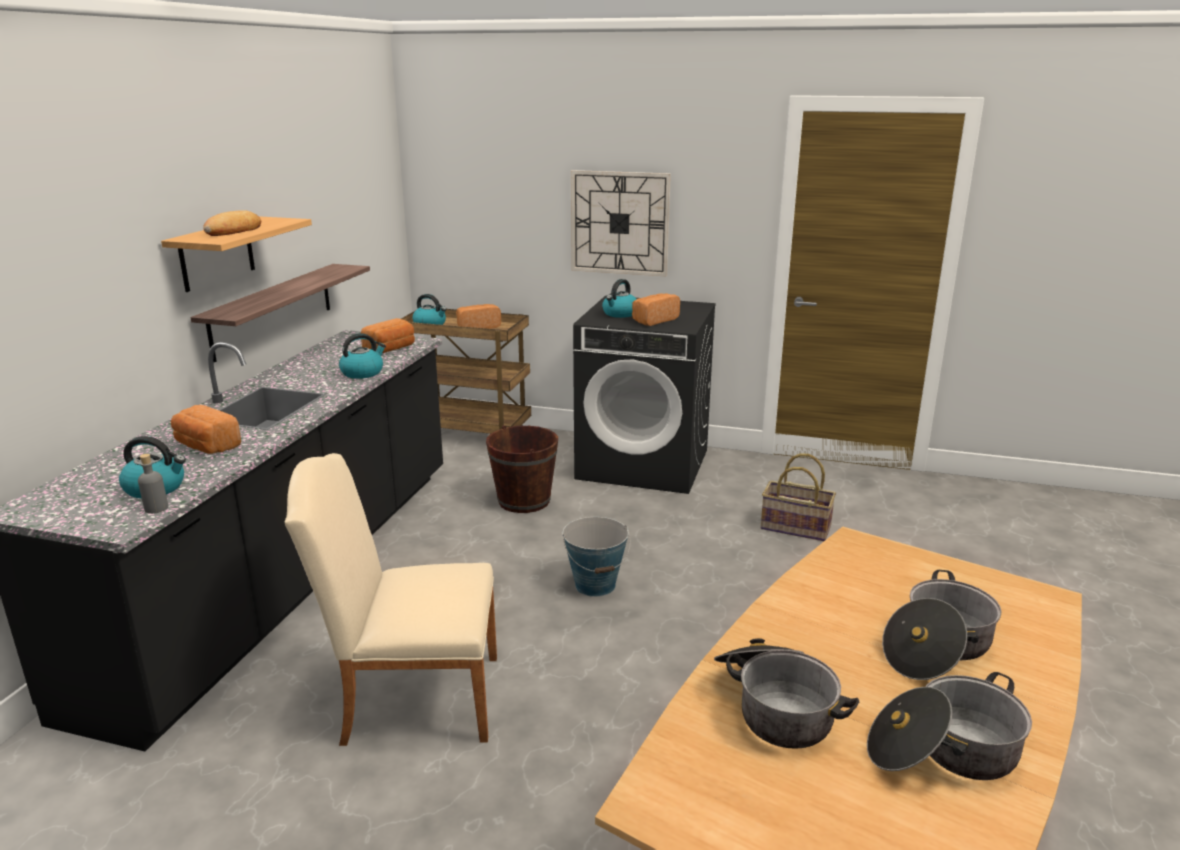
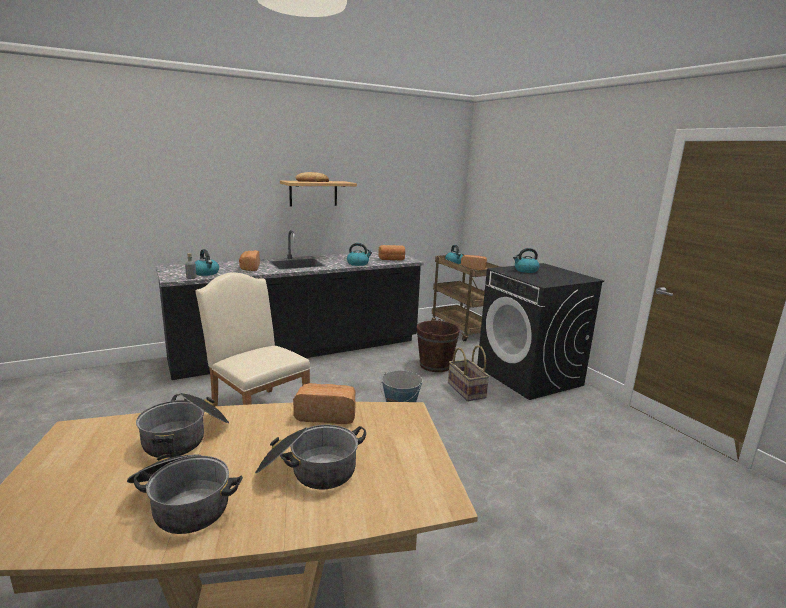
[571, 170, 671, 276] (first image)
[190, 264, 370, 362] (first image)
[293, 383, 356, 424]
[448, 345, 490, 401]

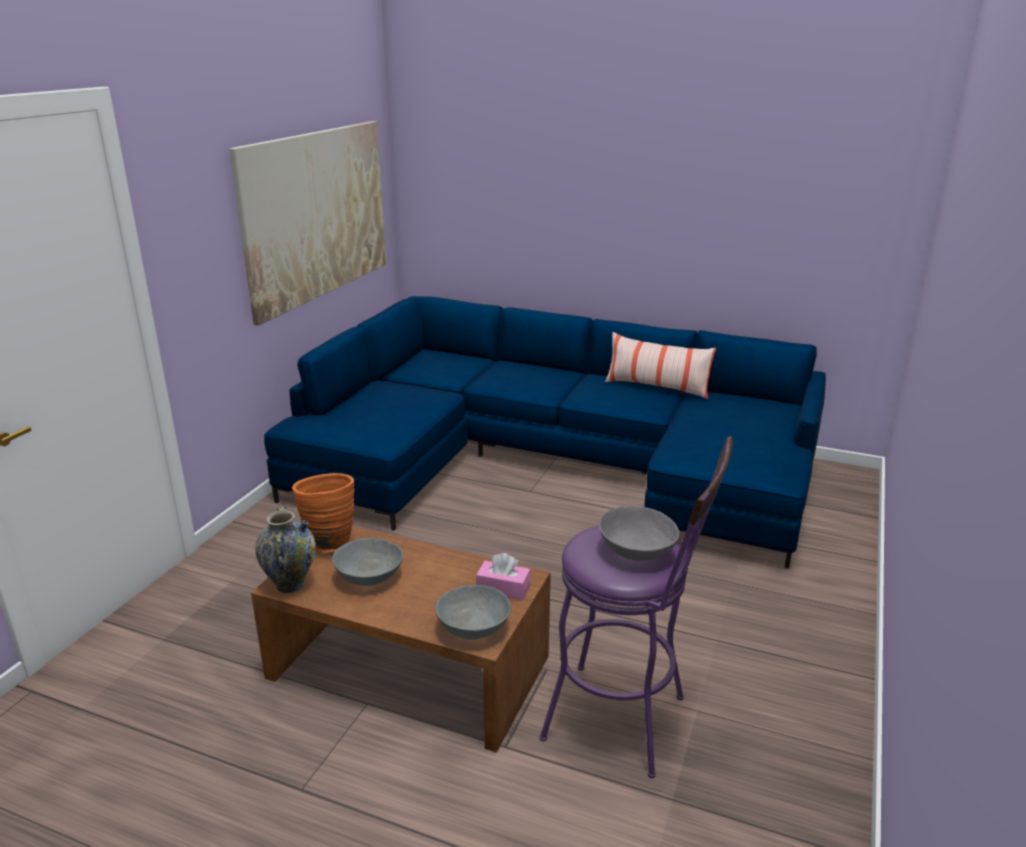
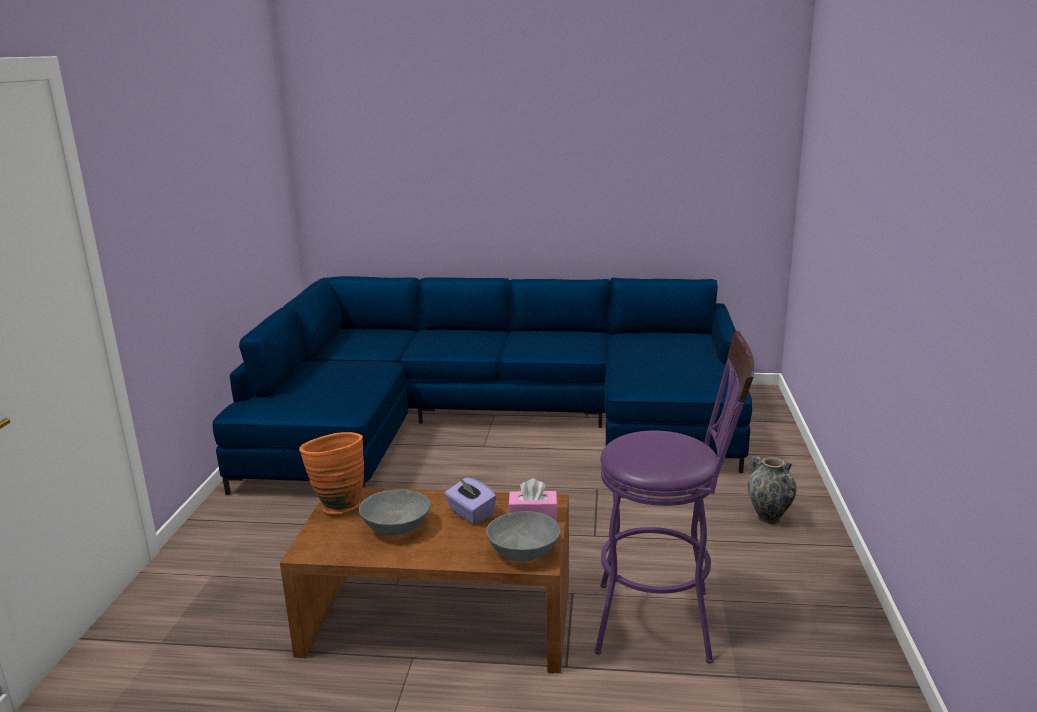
[229, 121, 386, 326] (first image)
[605, 332, 716, 399] (first image)
[748, 455, 797, 524]
[599, 506, 679, 561] (first image)
[444, 477, 497, 524]

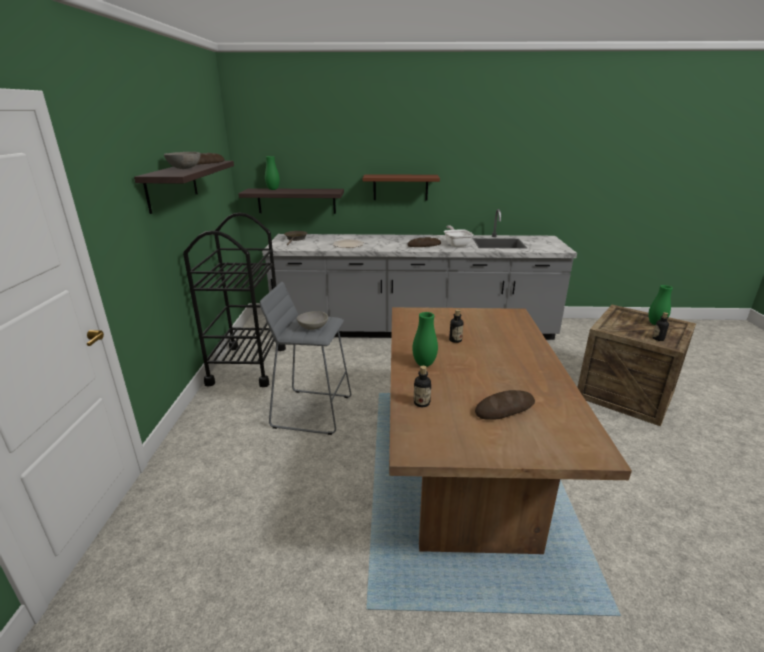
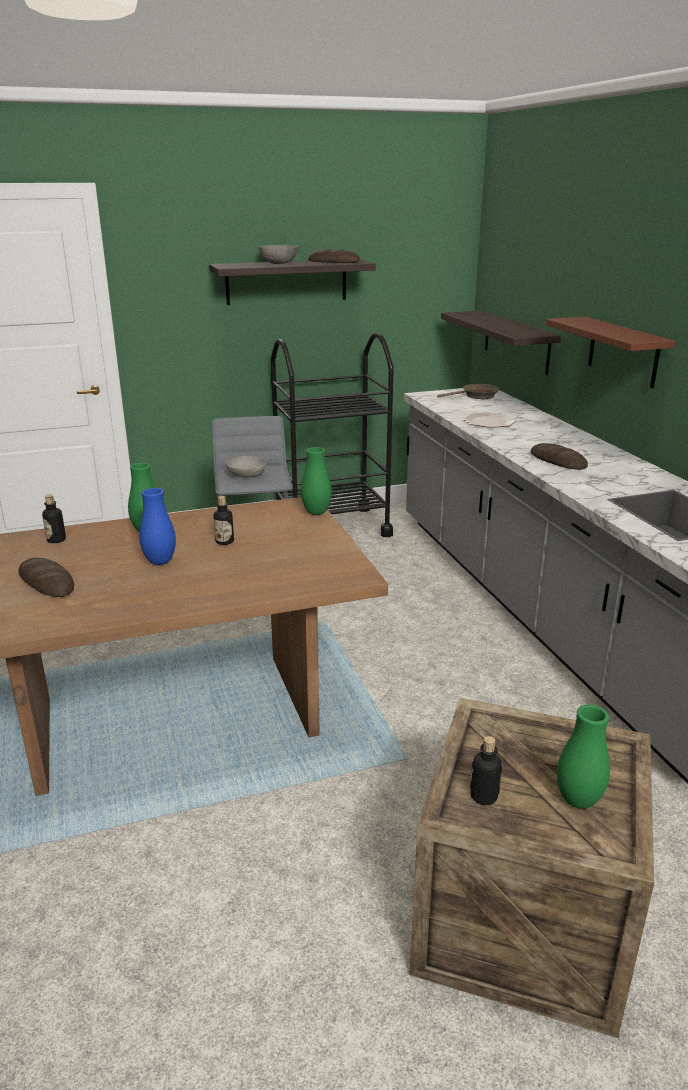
[301, 447, 332, 515]
[444, 225, 474, 247] (first image)
[139, 488, 176, 565]

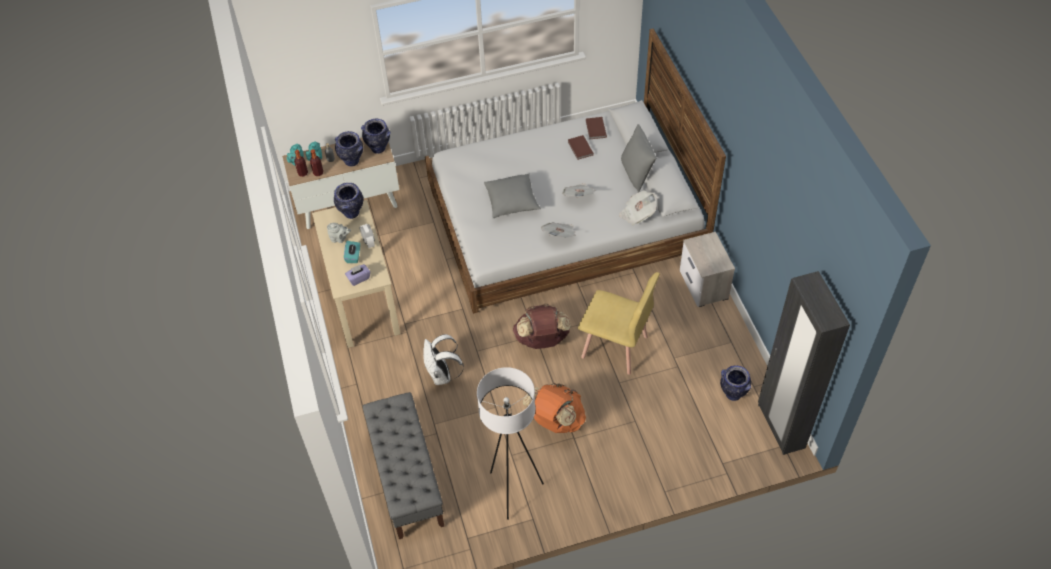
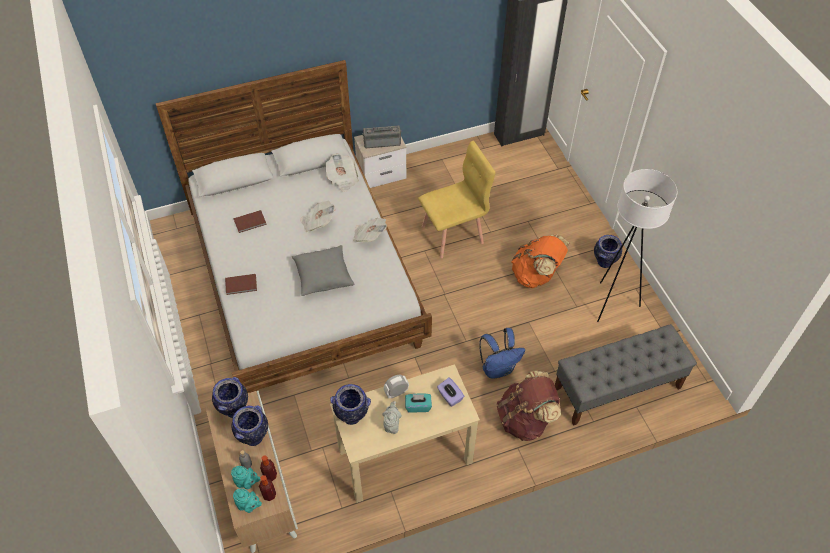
[225, 274, 257, 295]
[621, 124, 656, 193] (first image)
[418, 141, 495, 258]
[497, 370, 561, 441]
[479, 328, 525, 379]
[594, 235, 622, 268]
[362, 125, 401, 148]

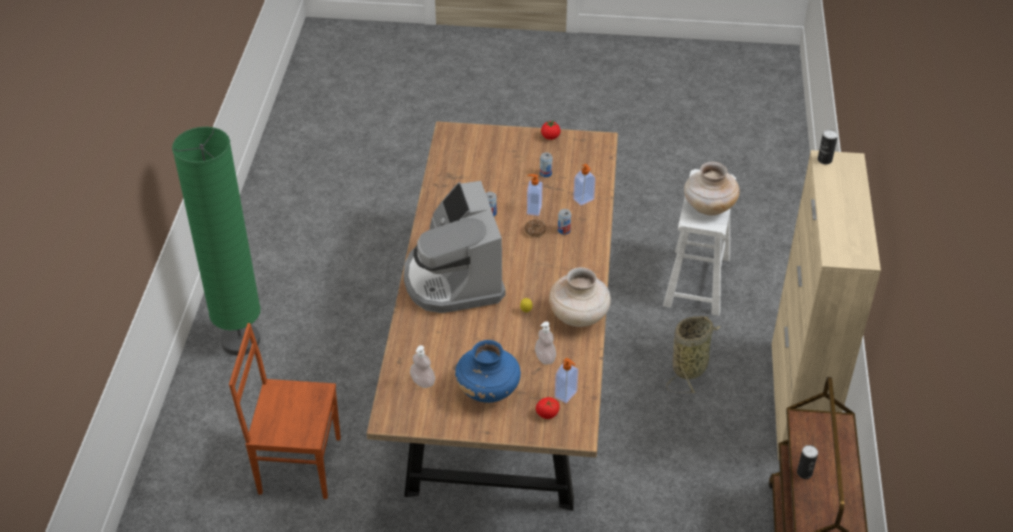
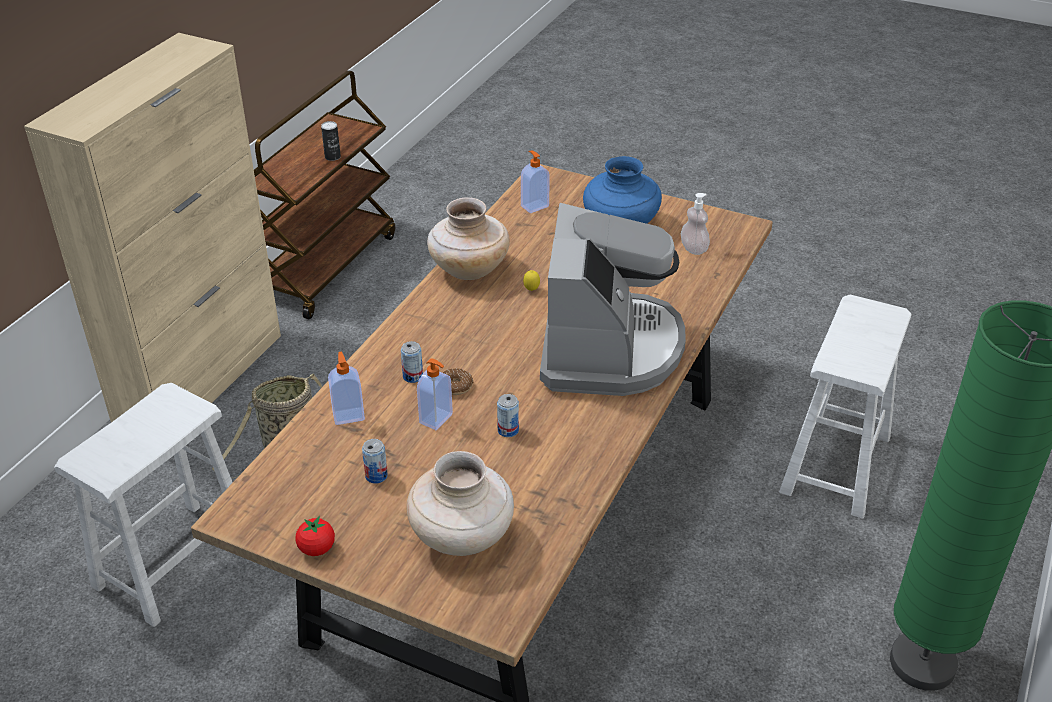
[818, 129, 838, 164] (first image)
[407, 451, 514, 556]
[535, 321, 556, 365] (first image)
[779, 294, 912, 519]
[536, 397, 560, 419] (first image)

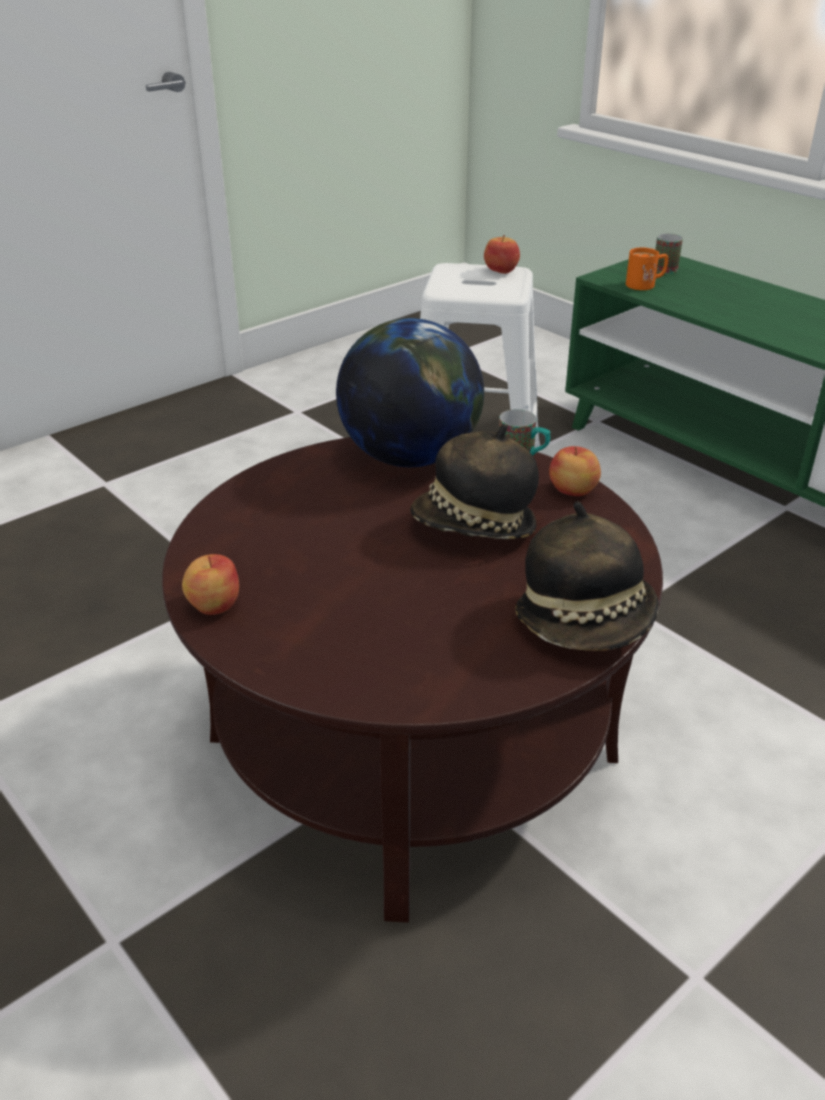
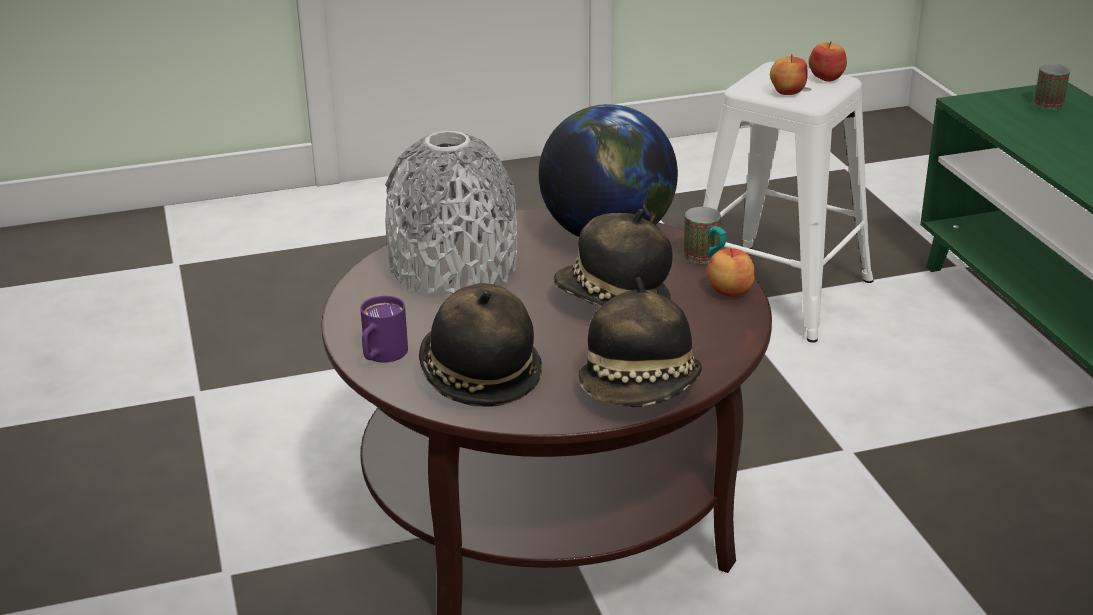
[626, 248, 668, 290] (first image)
[770, 54, 808, 95]
[385, 131, 518, 294]
[419, 283, 542, 406]
[360, 296, 408, 362]

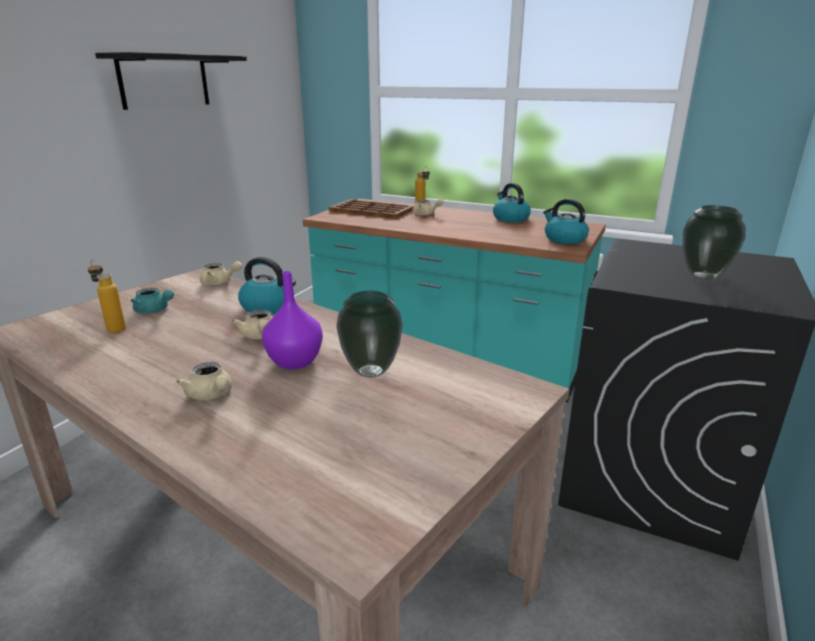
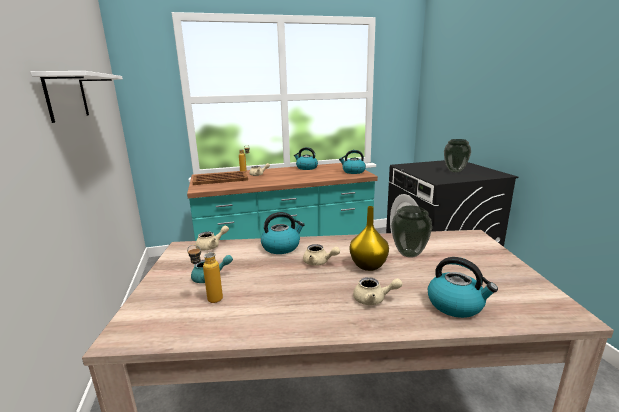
[31, 71, 123, 123]
[350, 206, 389, 271]
[428, 257, 498, 318]

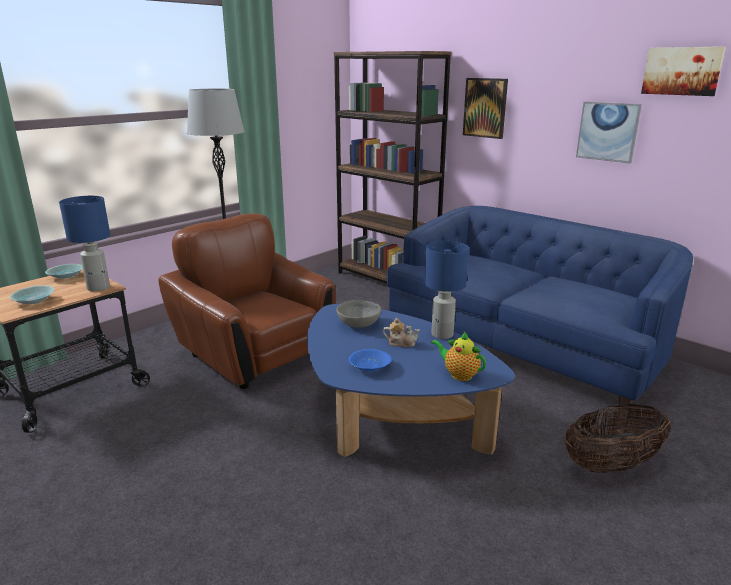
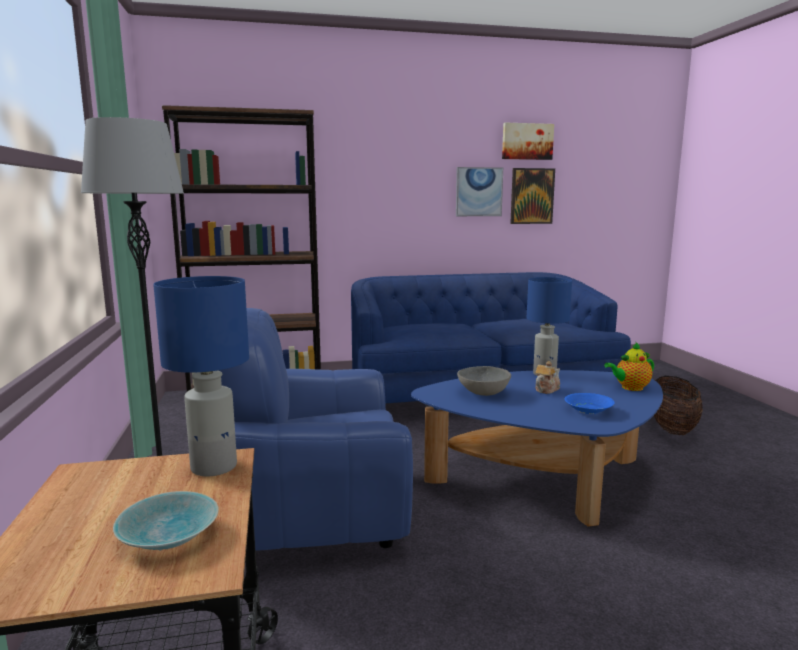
[510, 168, 555, 224]
[218, 308, 413, 563]
[45, 264, 83, 279] (first image)

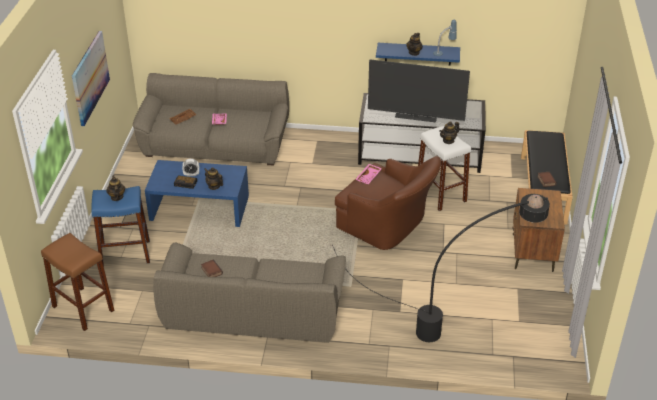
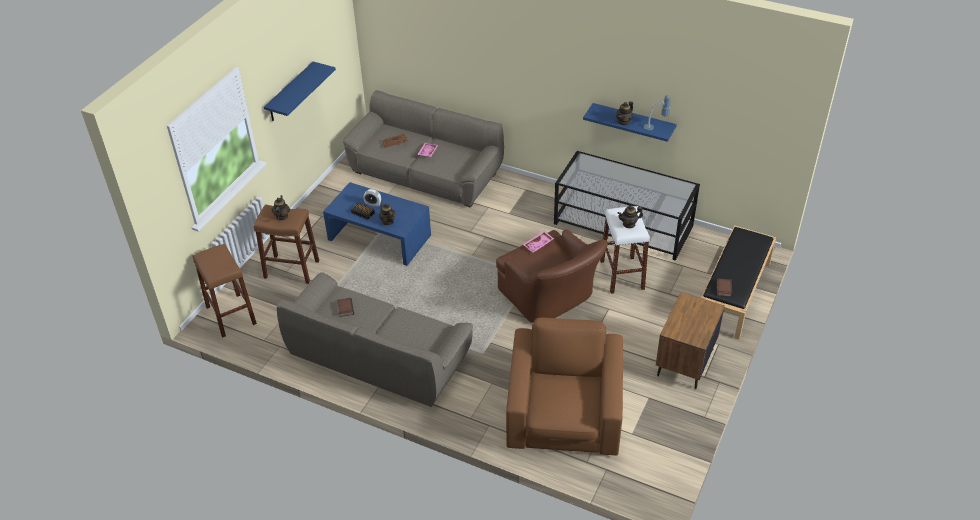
[264, 61, 336, 121]
[368, 60, 470, 122] (first image)
[254, 204, 319, 284]
[506, 318, 623, 455]

